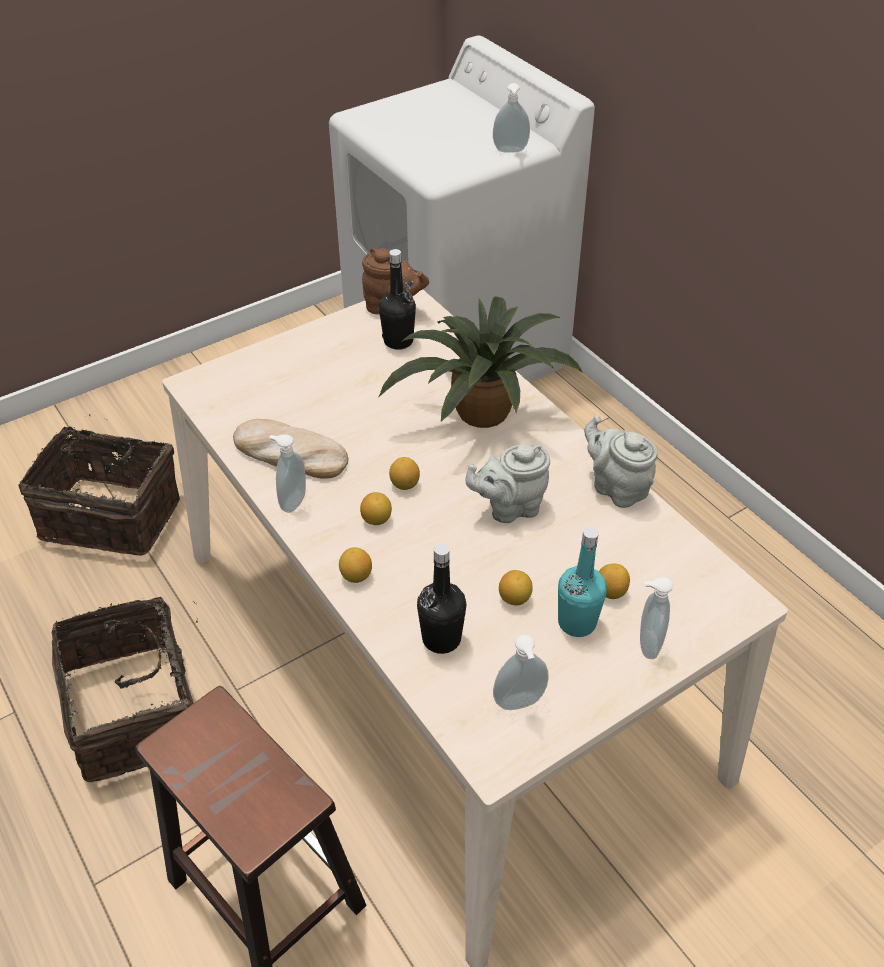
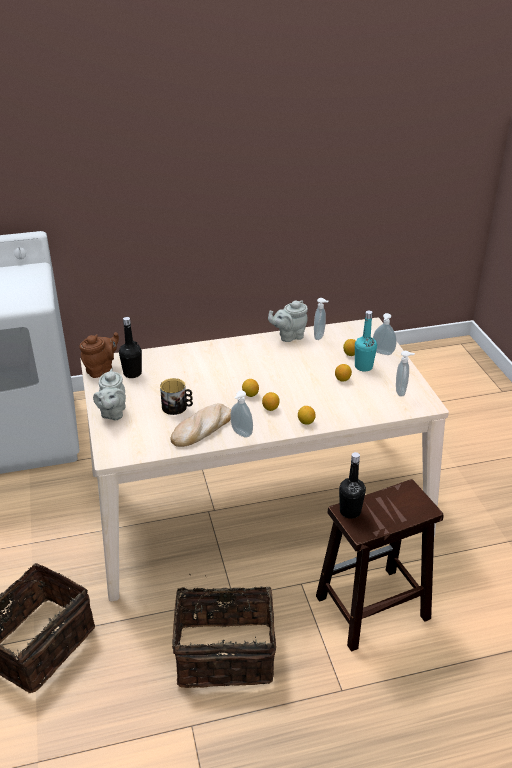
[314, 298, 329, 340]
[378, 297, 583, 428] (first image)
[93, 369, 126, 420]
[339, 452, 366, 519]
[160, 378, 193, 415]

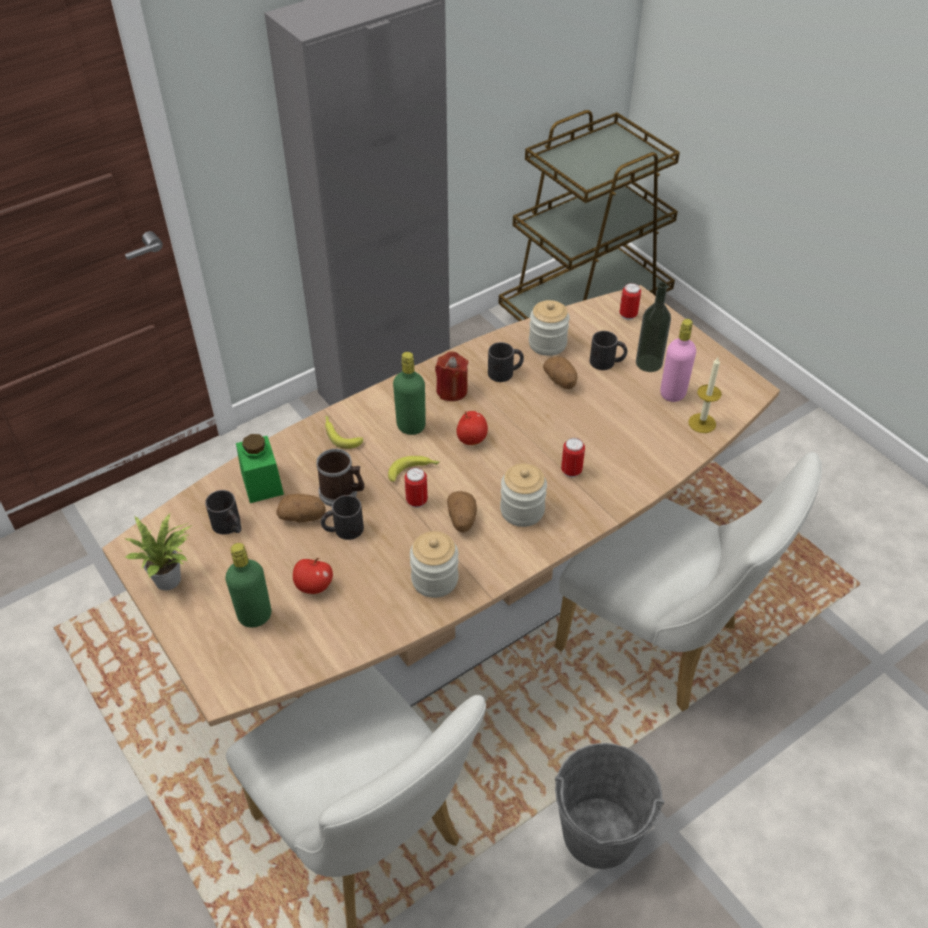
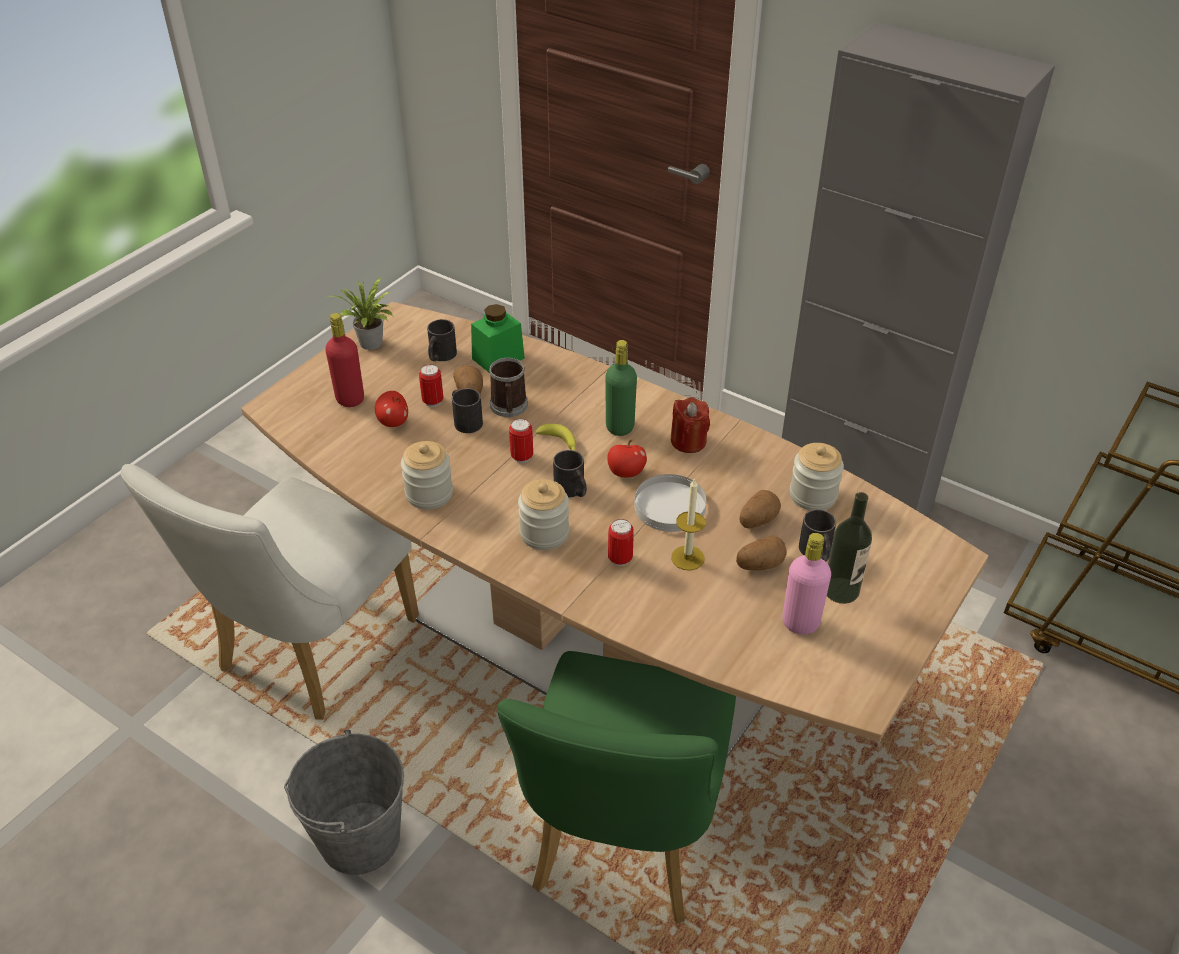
[419, 364, 443, 407]
[553, 450, 587, 498]
[671, 478, 705, 570]
[325, 416, 363, 449] (first image)
[498, 651, 736, 923]
[736, 536, 787, 570]
[325, 313, 364, 407]
[634, 474, 706, 532]

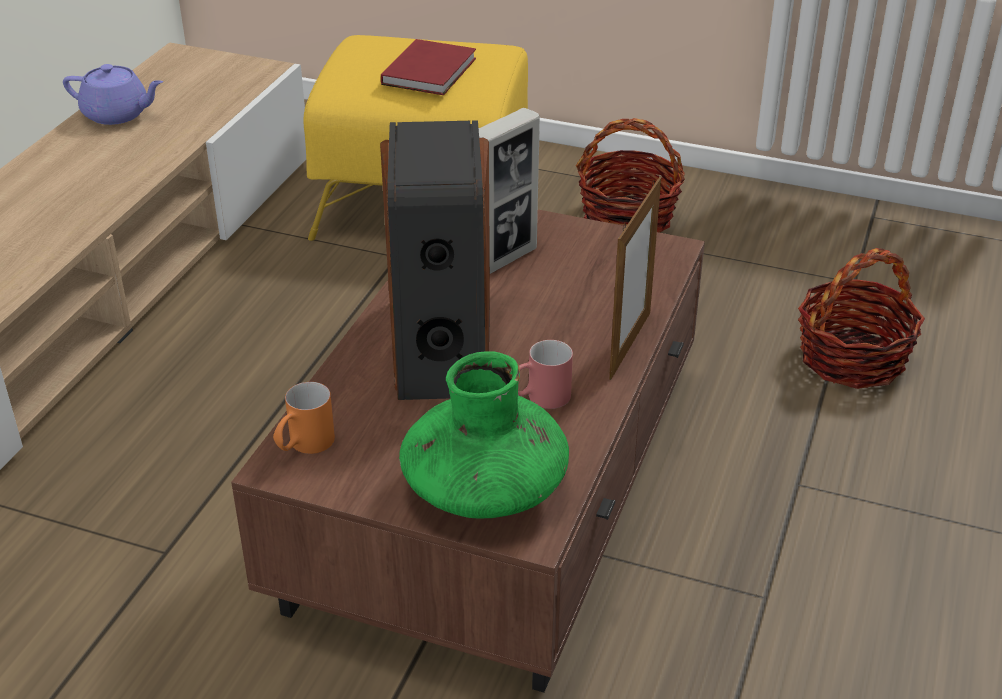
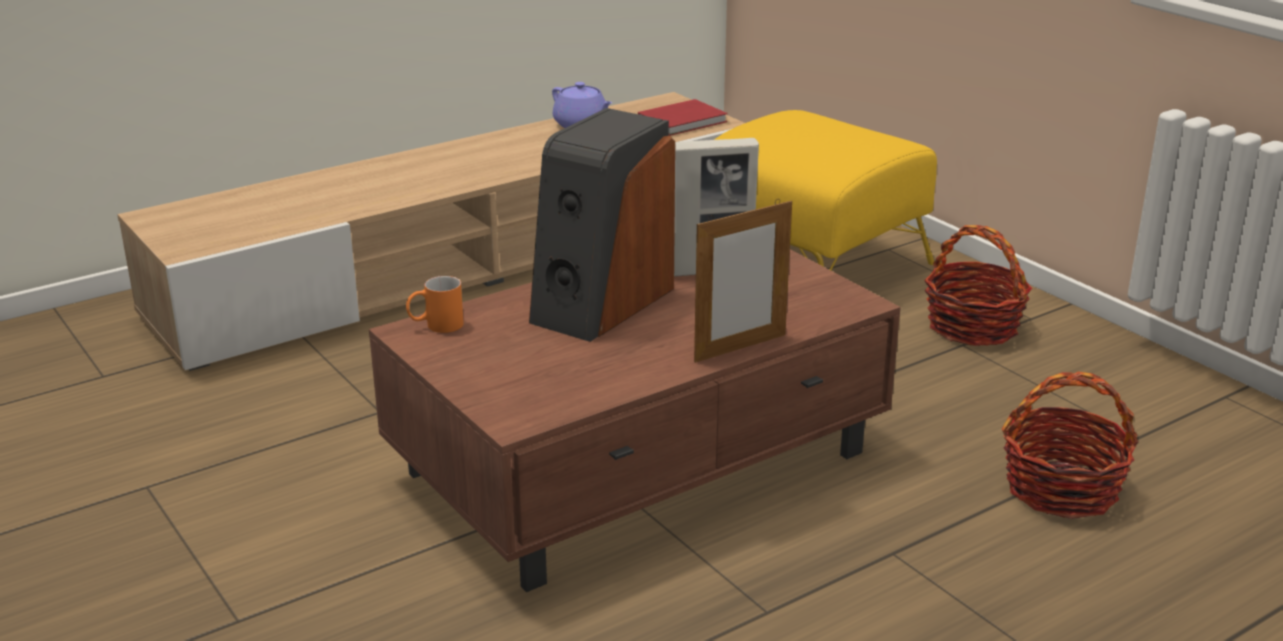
[638, 99, 728, 136]
[518, 340, 573, 409] (first image)
[399, 351, 569, 519] (first image)

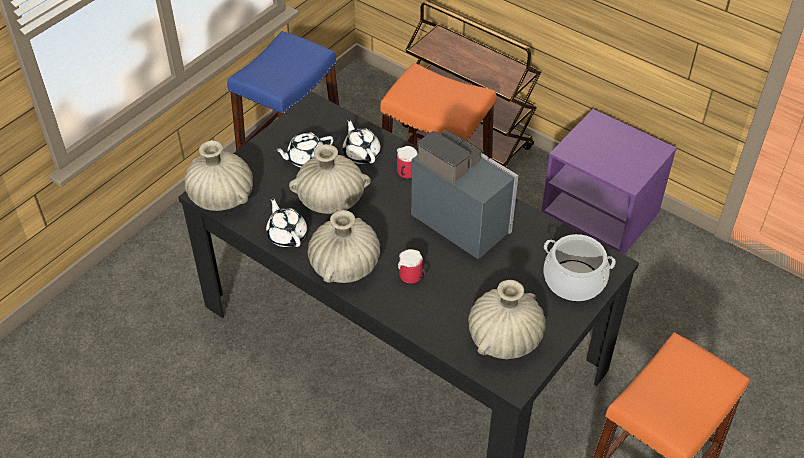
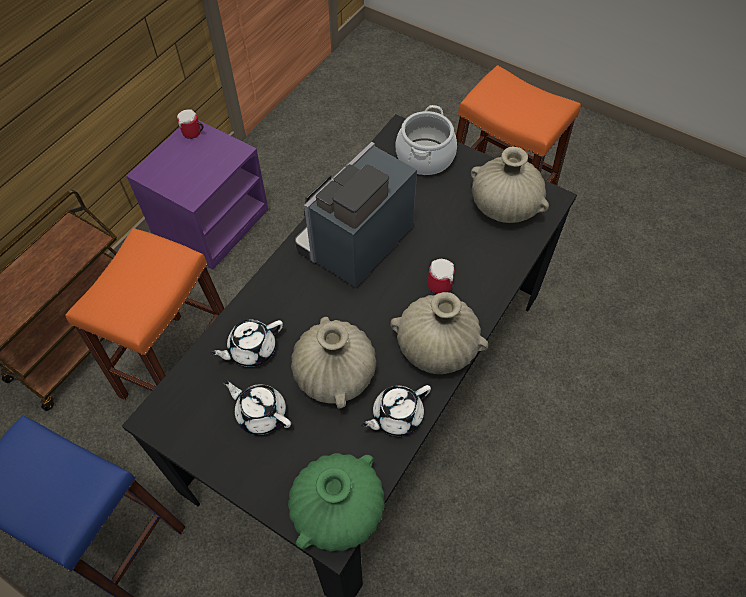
[222, 380, 291, 435]
[288, 453, 385, 551]
[177, 109, 204, 139]

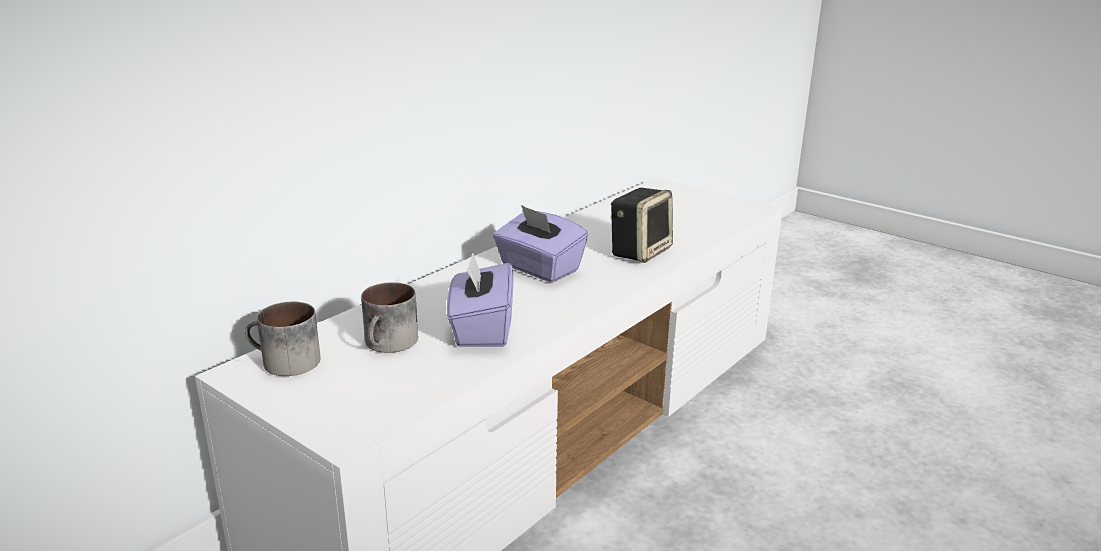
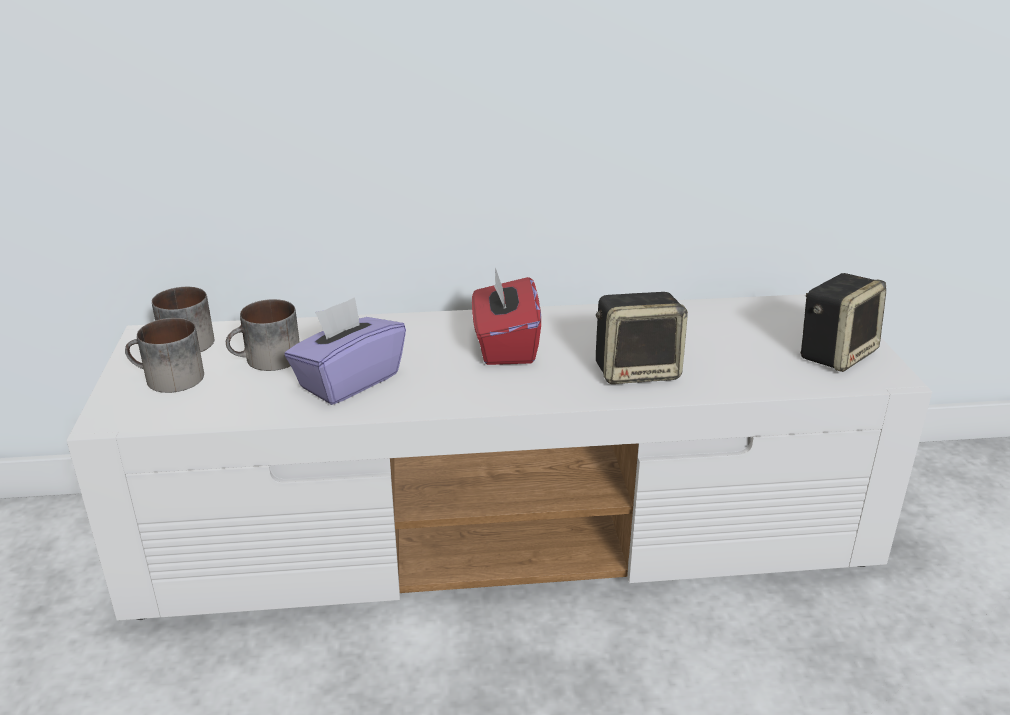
[472, 268, 541, 365]
[800, 273, 886, 372]
[125, 318, 204, 393]

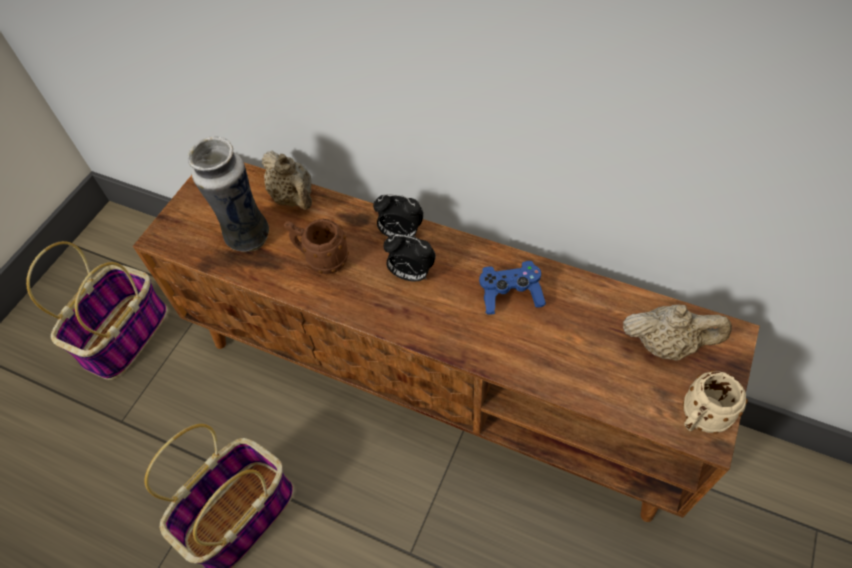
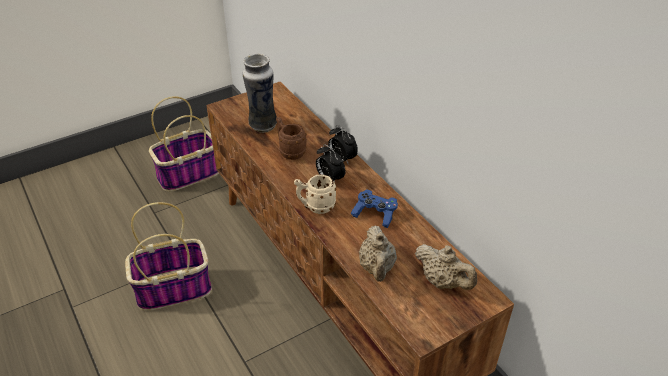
[359, 226, 397, 282]
[294, 174, 336, 214]

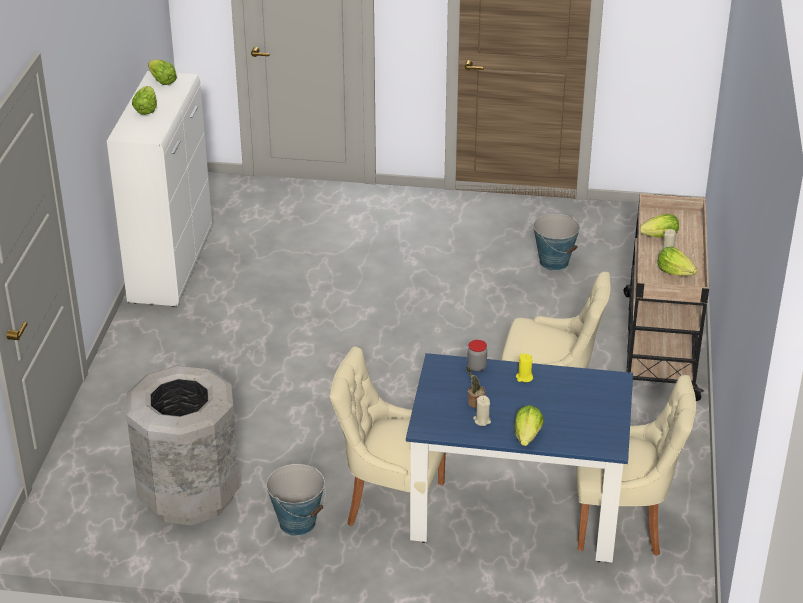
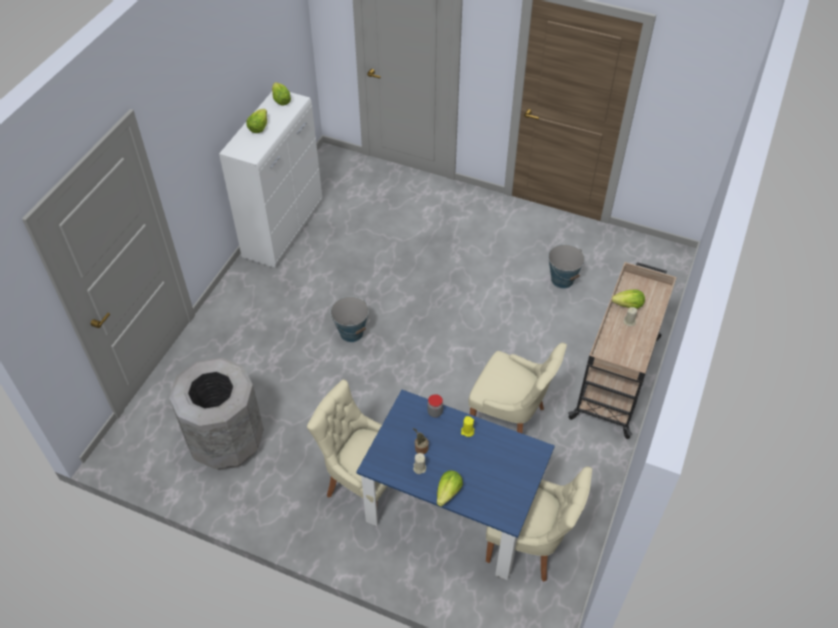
[657, 247, 697, 276] (first image)
[330, 296, 370, 342]

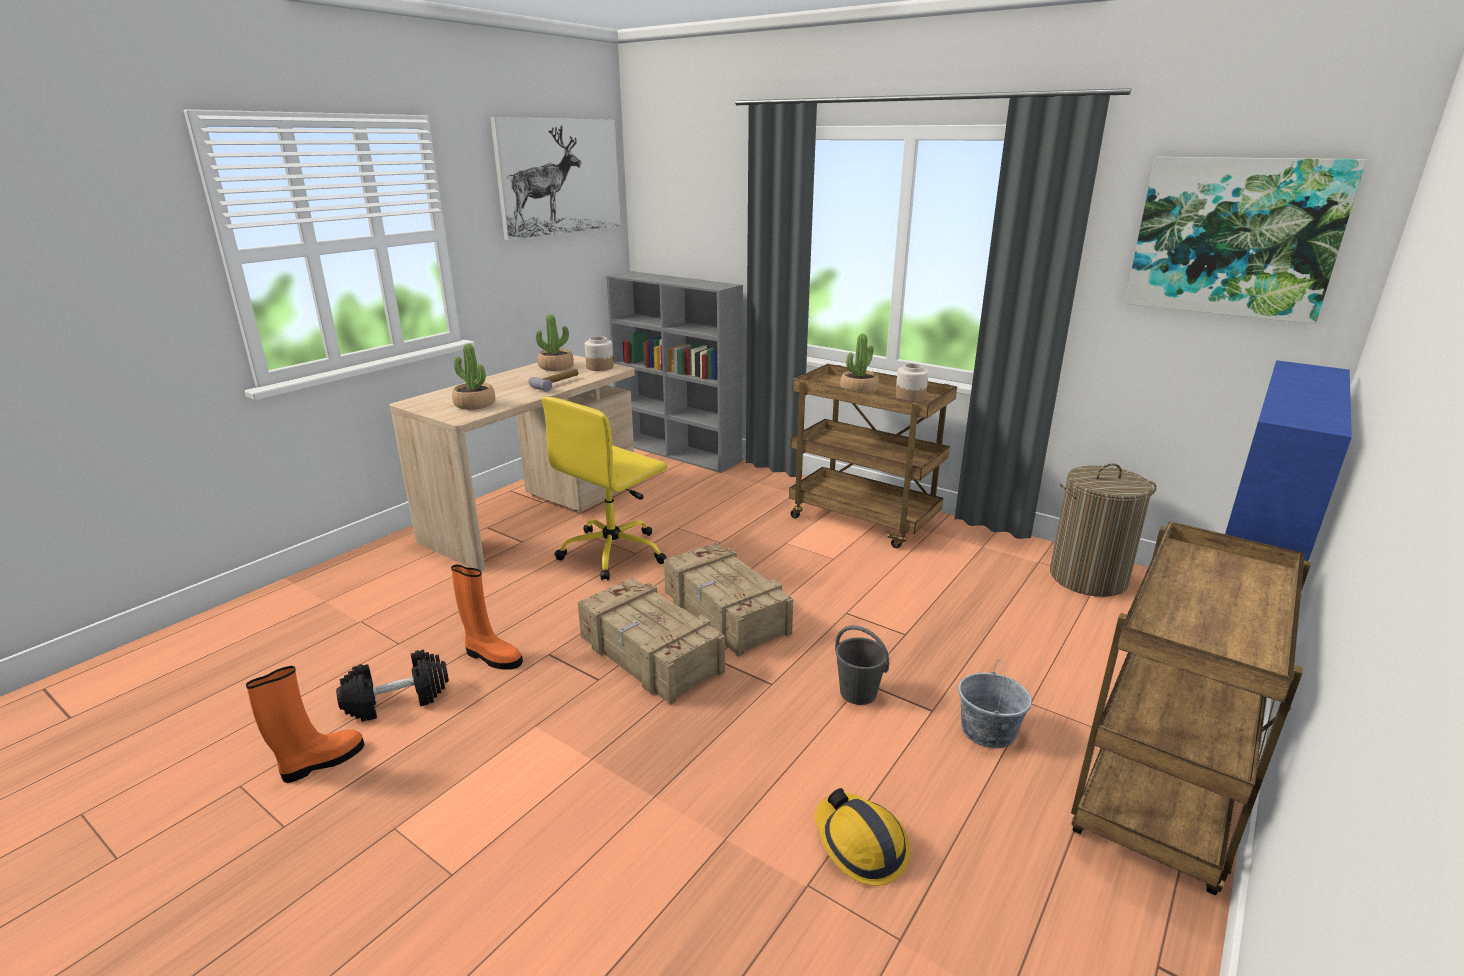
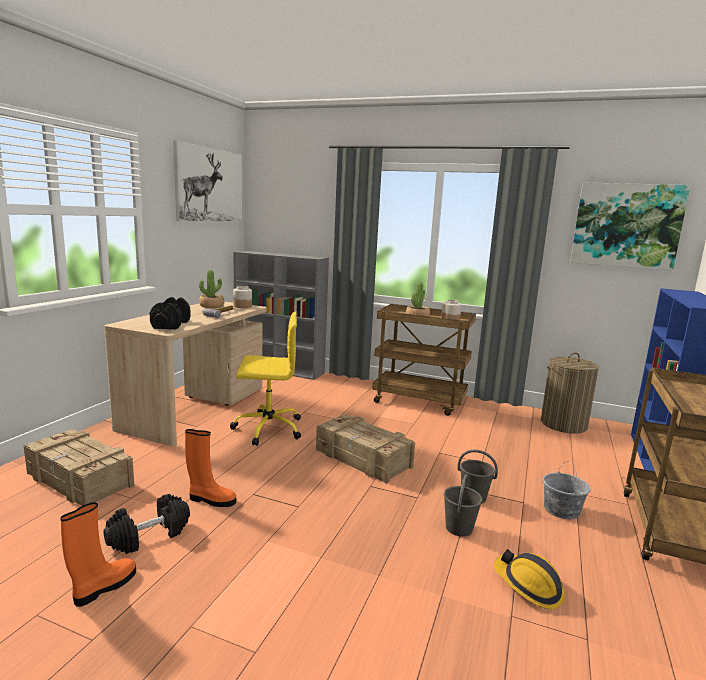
[150, 297, 191, 330]
[230, 311, 301, 446]
[24, 429, 134, 506]
[444, 474, 482, 537]

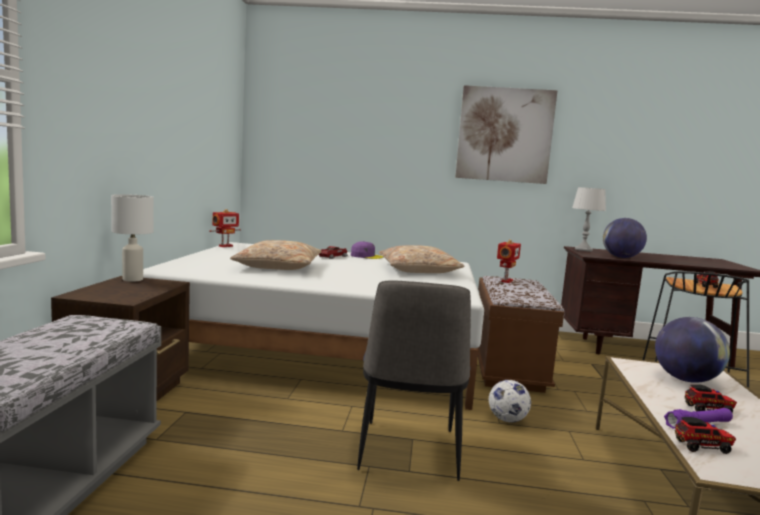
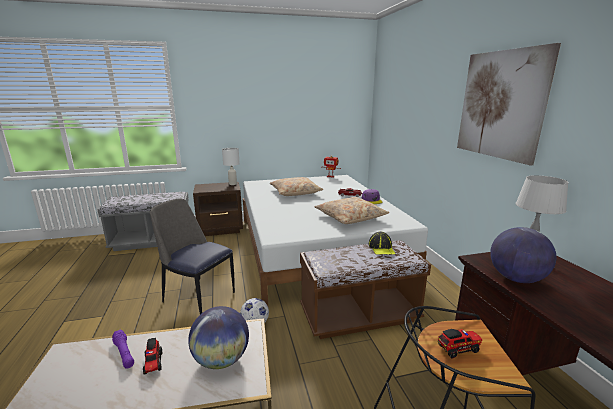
[368, 232, 396, 255]
[150, 199, 235, 314]
[675, 417, 736, 454] (first image)

